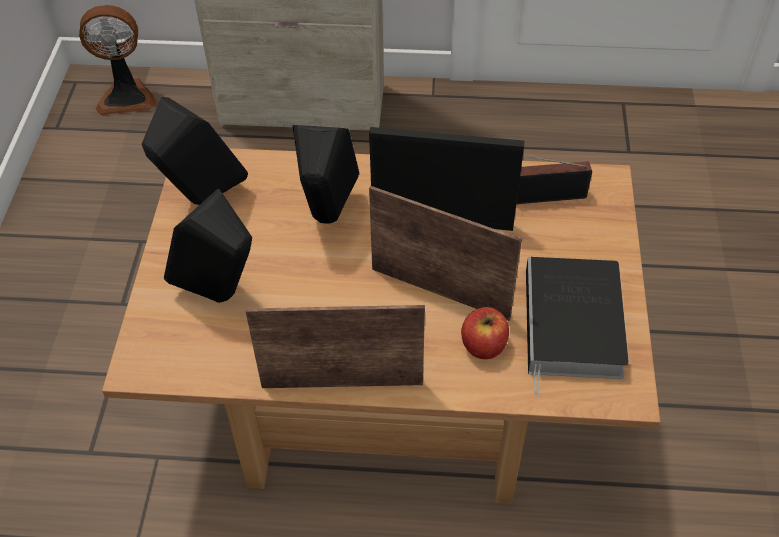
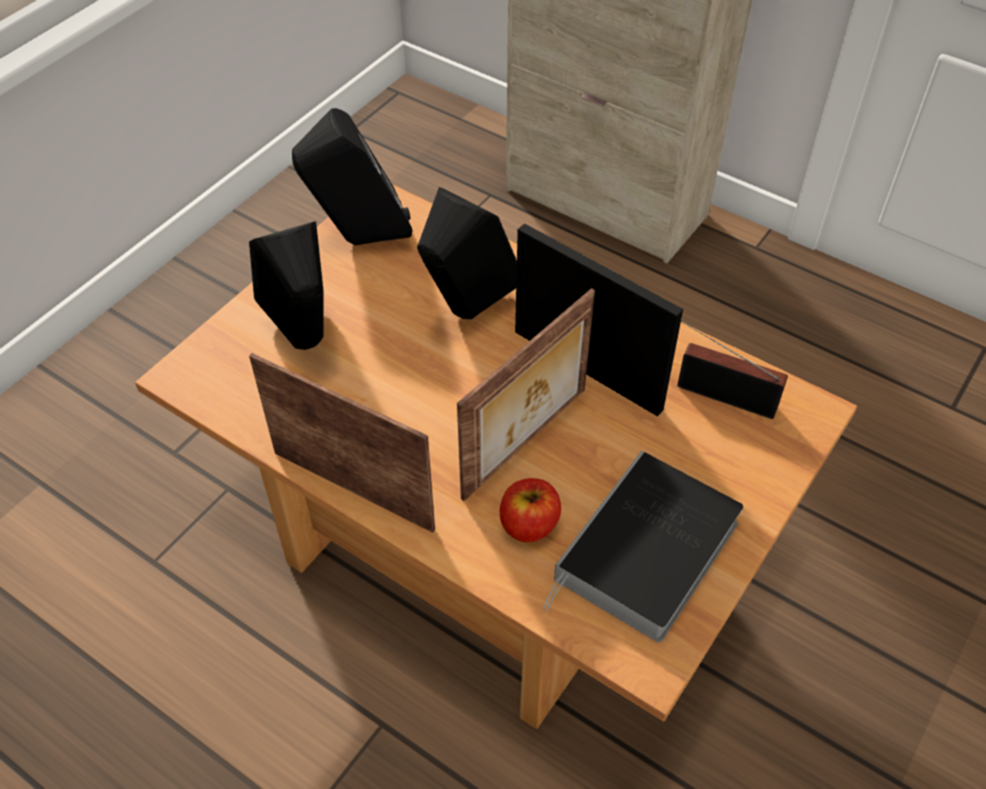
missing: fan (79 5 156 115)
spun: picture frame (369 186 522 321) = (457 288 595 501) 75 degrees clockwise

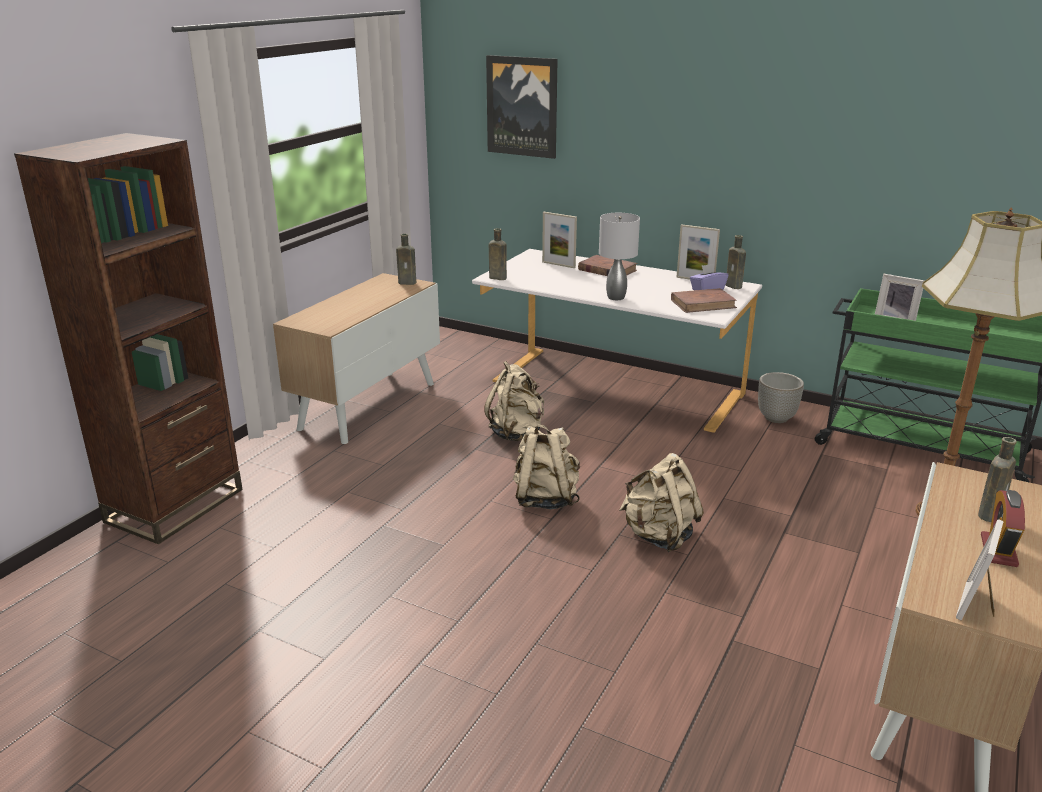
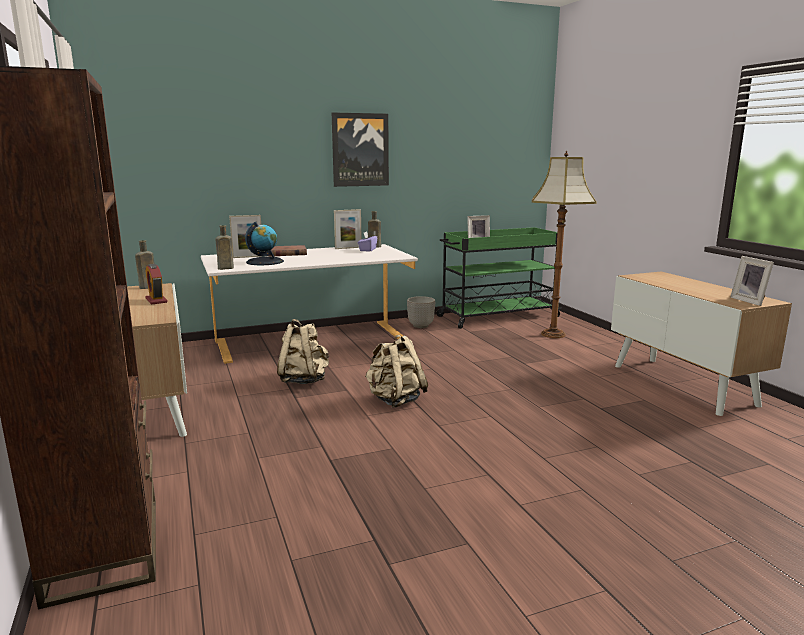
missing: grey table lamp (599 213 640 300); beige backpack (619 453 704 552); brown book (671 288 737 313); brown bottle (978 437 1017 522)
appeared: globe (245 222 284 265)
relocated: picture (486 55 558 159) to (332 112 389 187); alarm clock (981 490 1025 567) to (145 264 168 305)

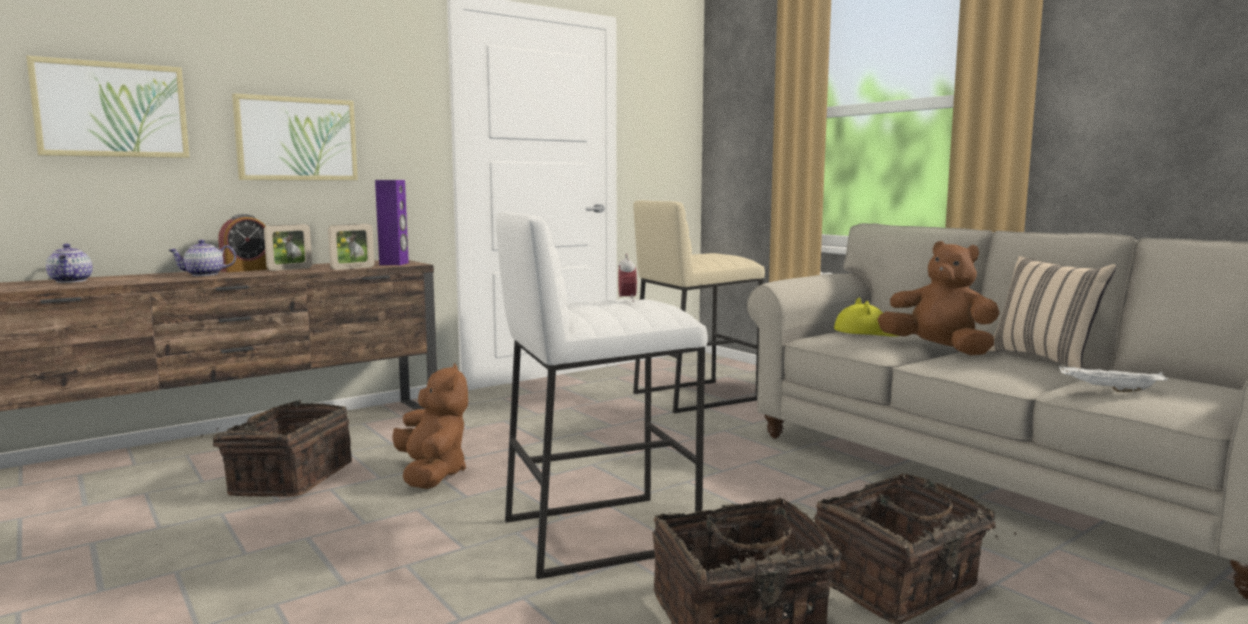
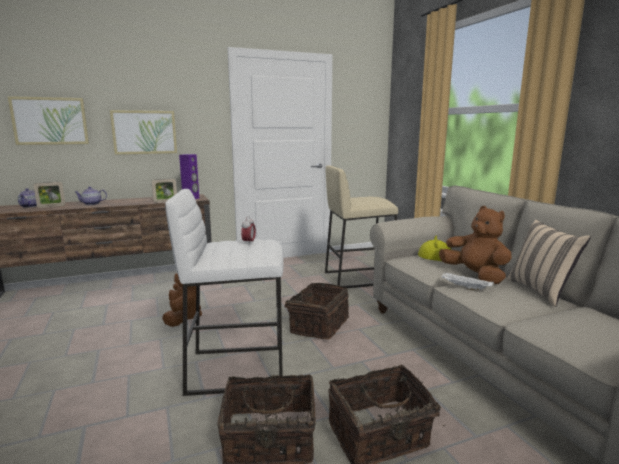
missing: alarm clock (218 214 267 272)
relocated: basket (201 400 352 497) to (285 283 349 340); picture frame (264 224 312 271) to (34 182 65 208); white tray (1059 365 1168 392) to (442 272 494 290)

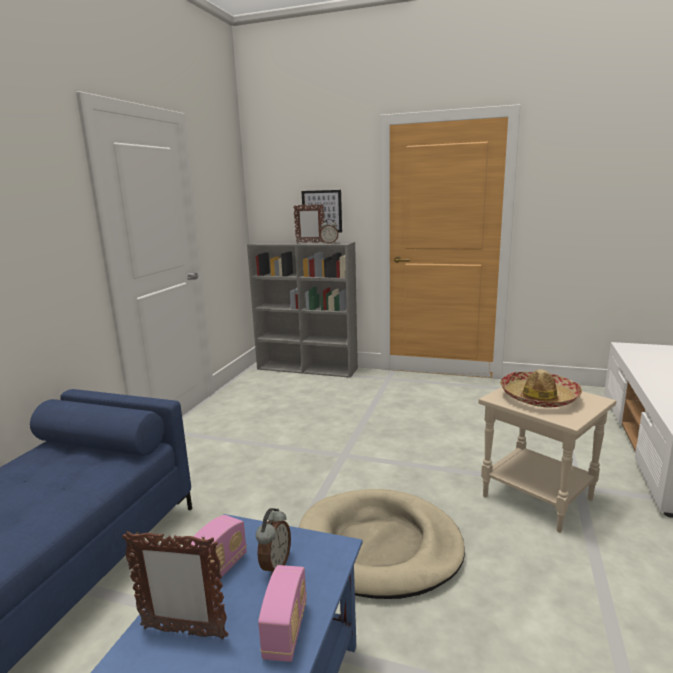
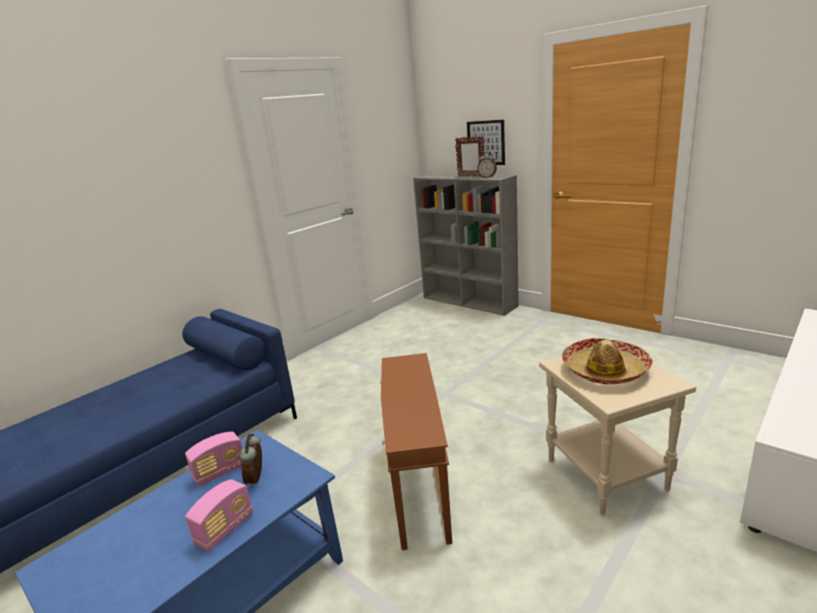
missing: picture frame (122 530 228 639)
exchanged: beige dog bed (299 489 465 599) to brown side table (380 353 452 550)
spun: alarm clock (256 508 291 576) = (239 434 262 488) 135 degrees clockwise

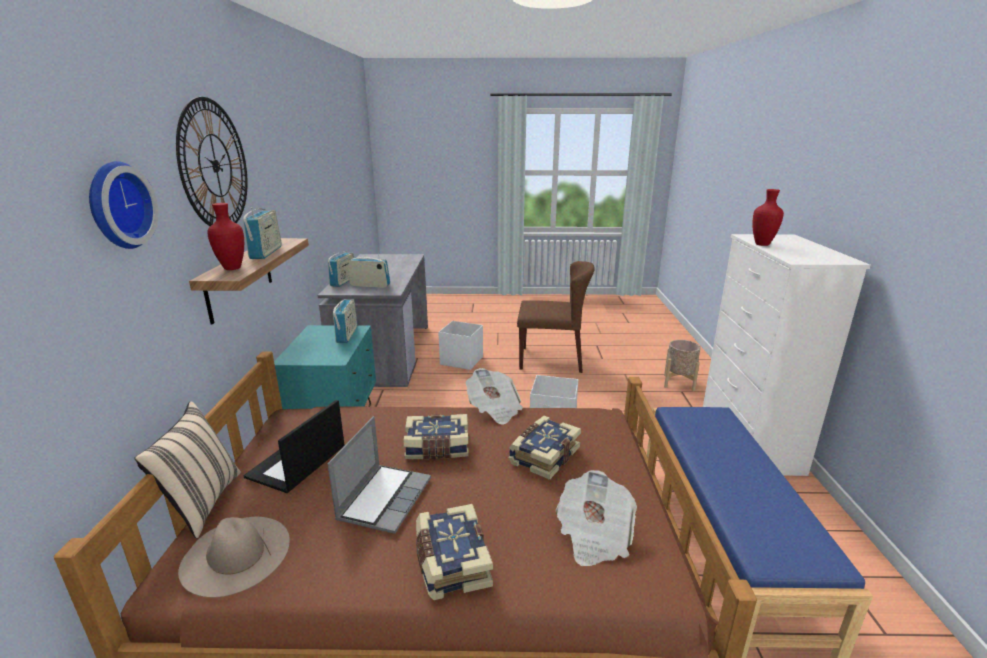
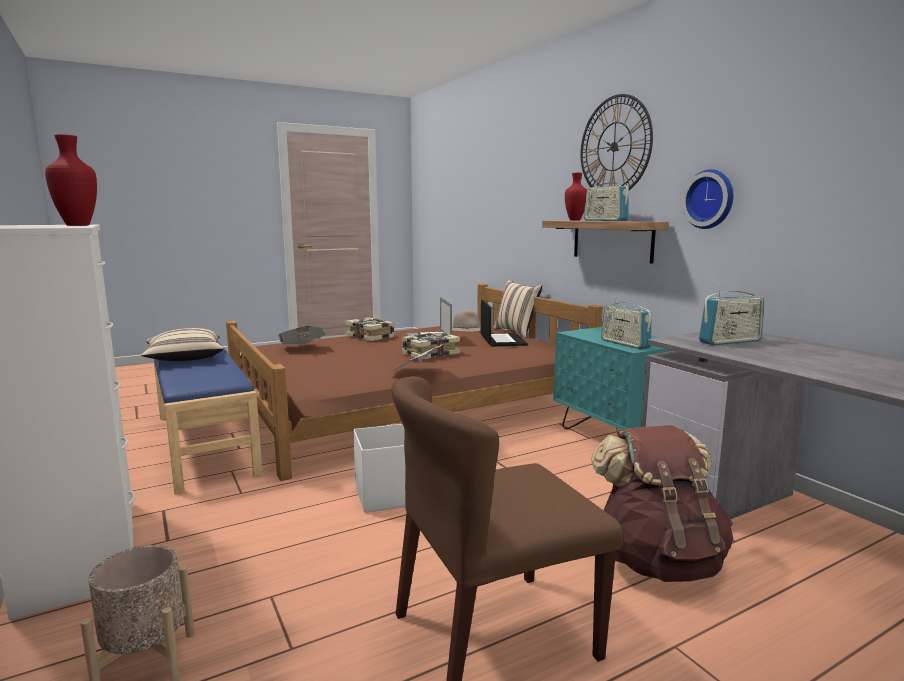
missing: radio (328 252 354 287); book (509 416 581 480)
appeared: beige pillow (141 328 223 361)
relocated: wall clock (89 161 158 249) to (682 169 734 229)
exchanged: white storage box (438 321 483 370) to brown backpack (591 425 733 582)

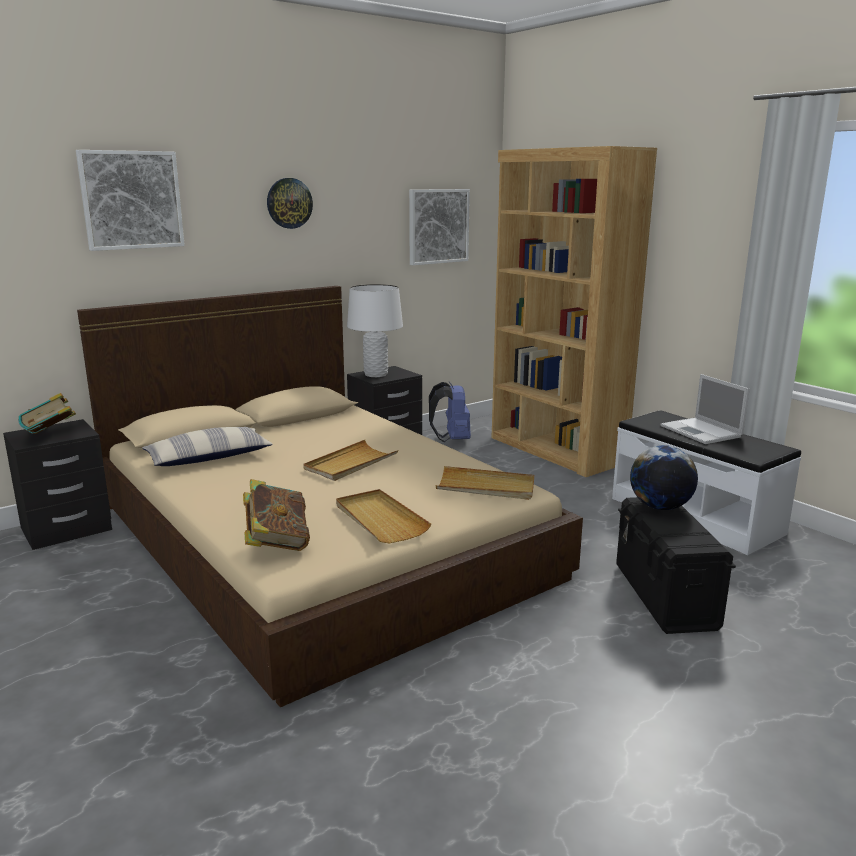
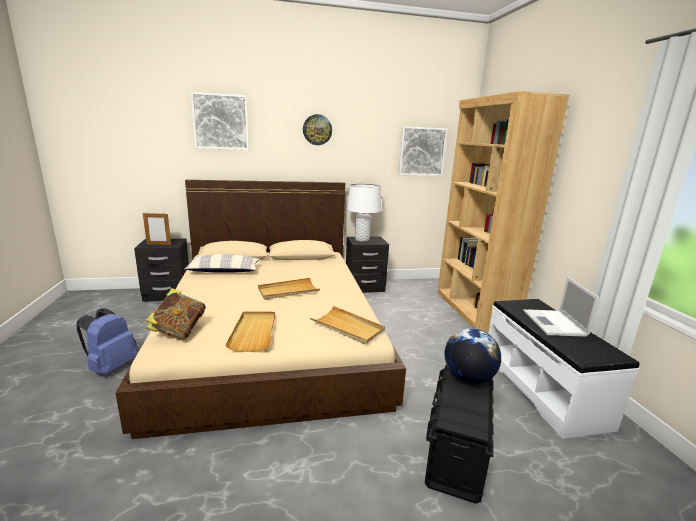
relocated: blue backpack (429 382 471 442) to (76 308 138 374)
exchanged: book (18 393 76 434) to picture frame (143 213 171 245)

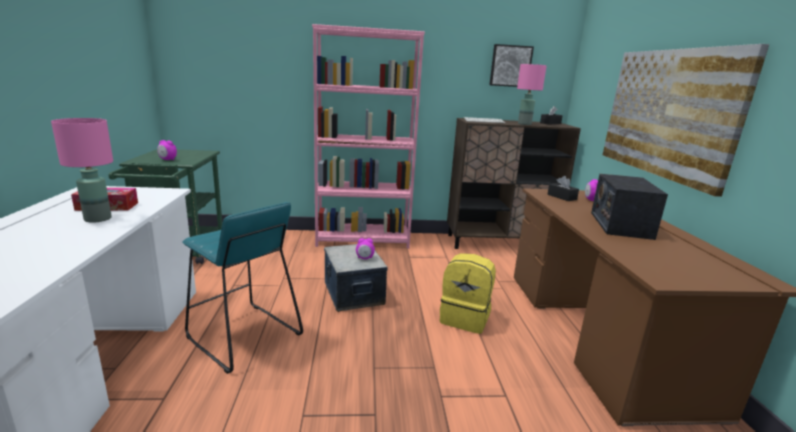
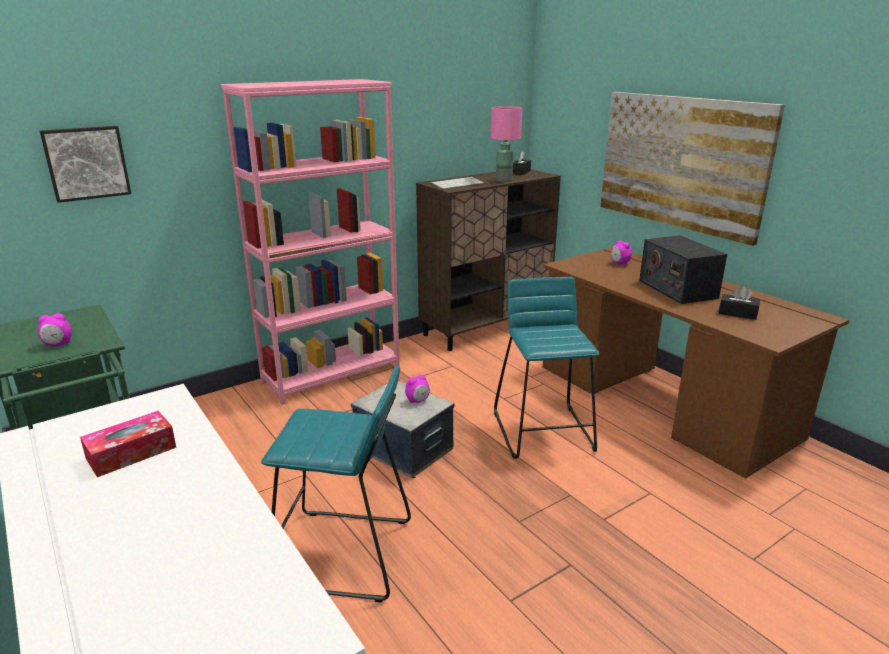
missing: pink table lamp (51 118 113 223)
relocated: picture (489 44 534 87) to (40 126 131 203); black tissue box (547 176 579 201) to (719 286 760 320)
exchanged: yellow backpack (439 253 496 334) to turquoise stool (494 277 600 459)

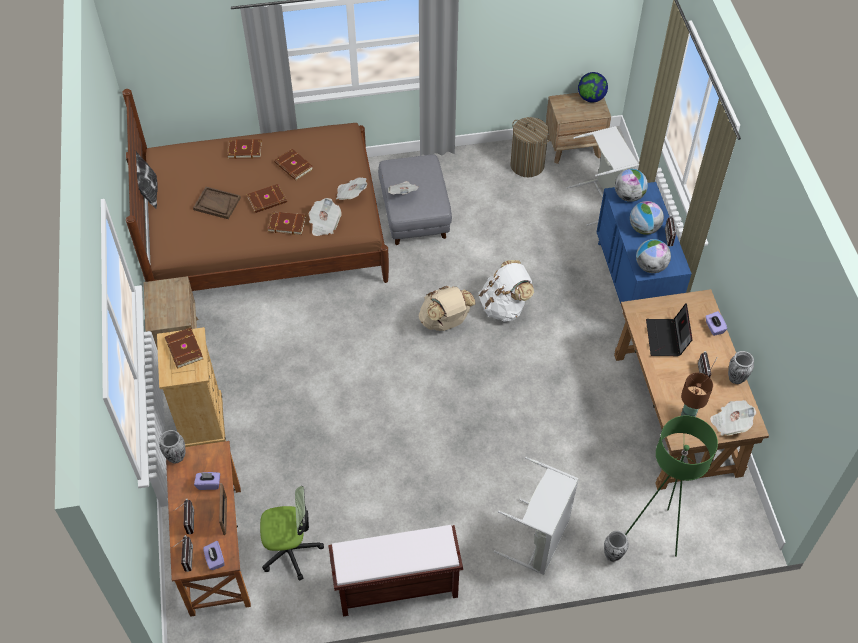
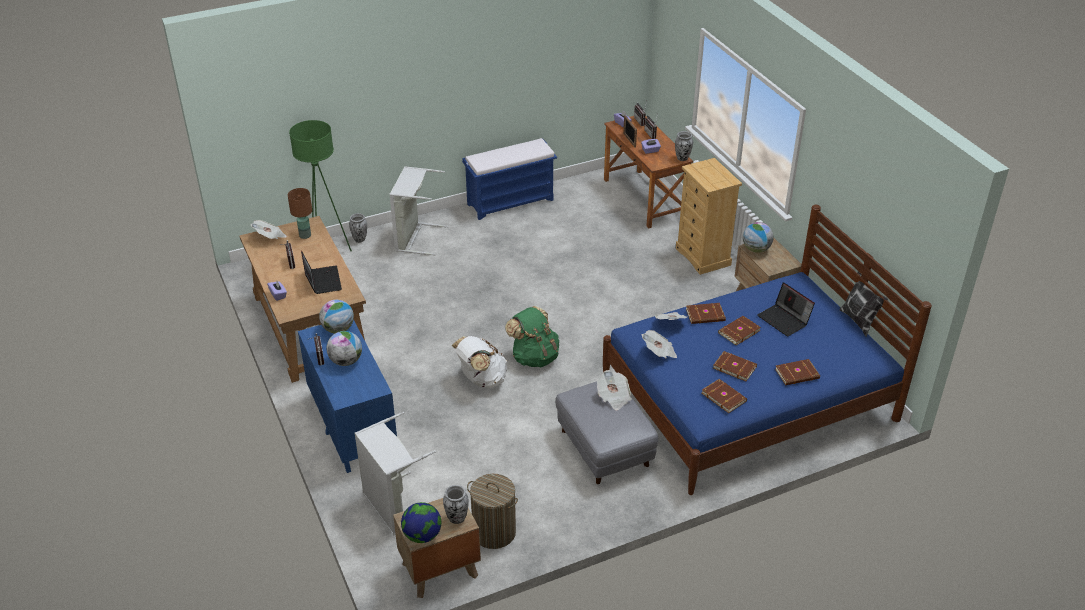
missing: office chair (260 486 324 581)
relocated: brown book (165 327 203 368) to (702 379 747 413); globe (615 169 648 202) to (743 222 774 253); vase (728 351 754 384) to (443 485 469 524)
exchanged: brown tray (193 187 241 219) to laptop (757 282 815 337)
colour: brown bed (122 89 389 291) to blue bed (603 205 932 495); brown bench (328 525 463 617) to blue bench (462 138 557 220); beige backpack (418 286 476 331) to green backpack (505 306 559 367)

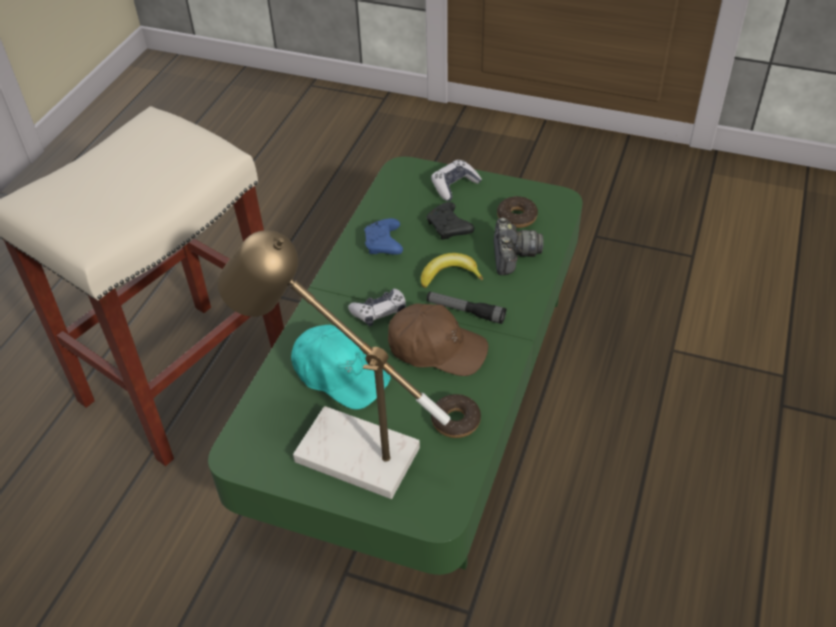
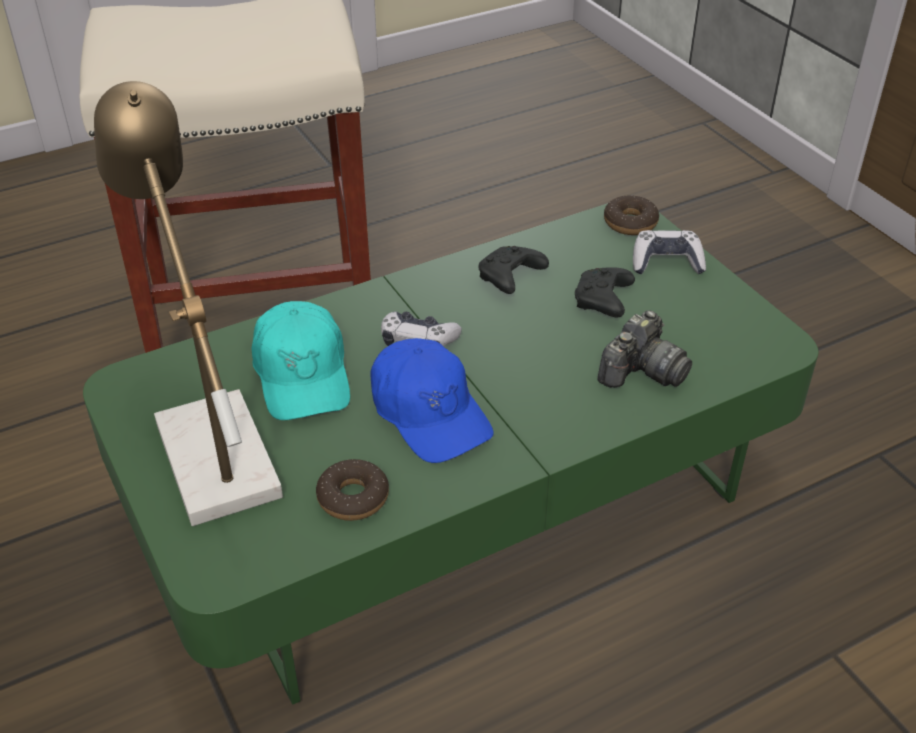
missing: banana (421 253 483 288); flashlight (426 292 506 324)
relocated: donut (497 196 538 228) to (604 195 659 235)
colour: blue game controller (364 218 403 255) to black game controller (479 246 549 294); brown cap (388 303 488 376) to blue cap (370 338 493 463)

